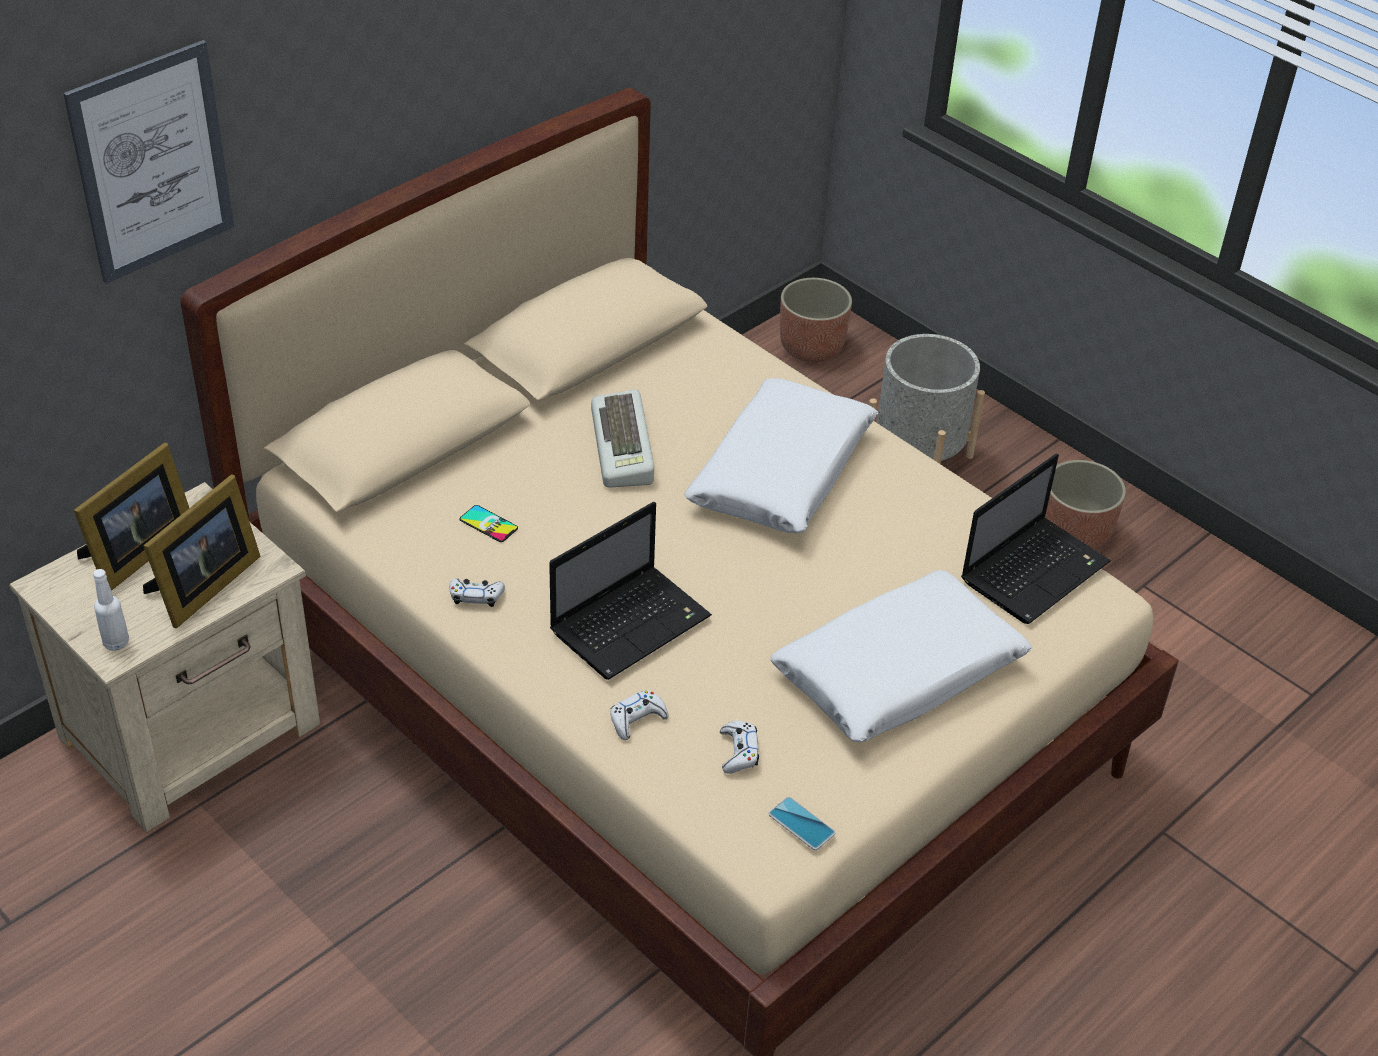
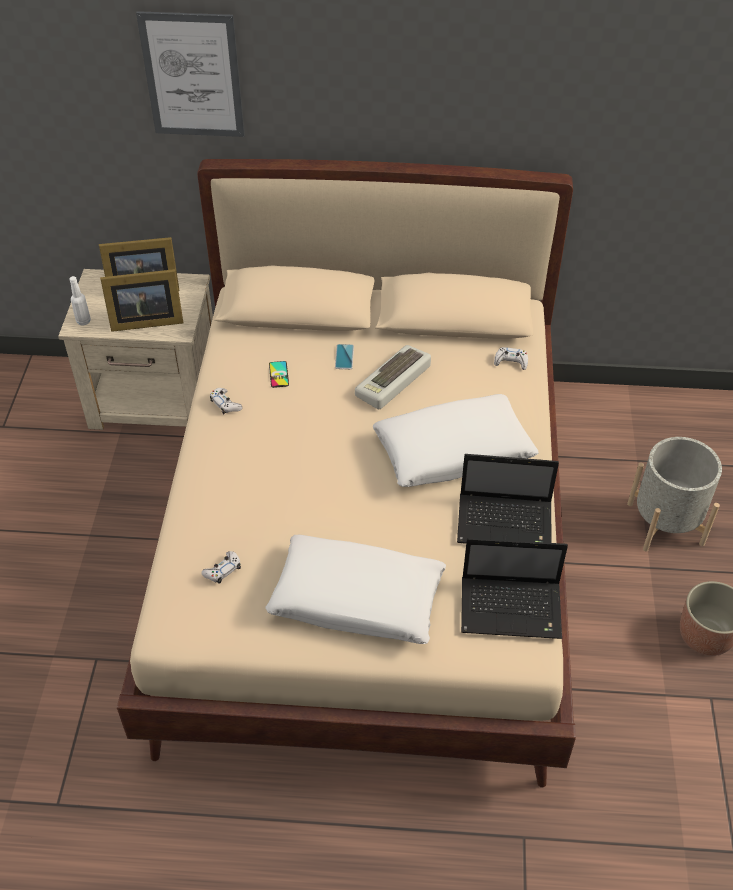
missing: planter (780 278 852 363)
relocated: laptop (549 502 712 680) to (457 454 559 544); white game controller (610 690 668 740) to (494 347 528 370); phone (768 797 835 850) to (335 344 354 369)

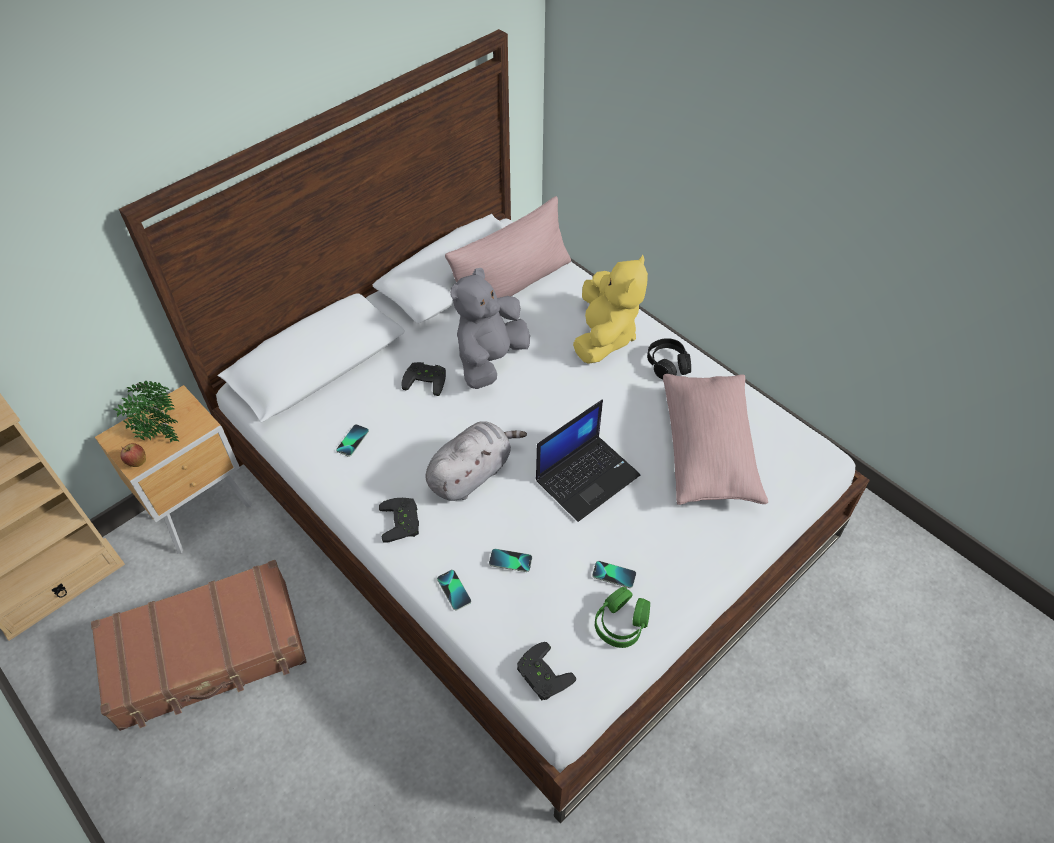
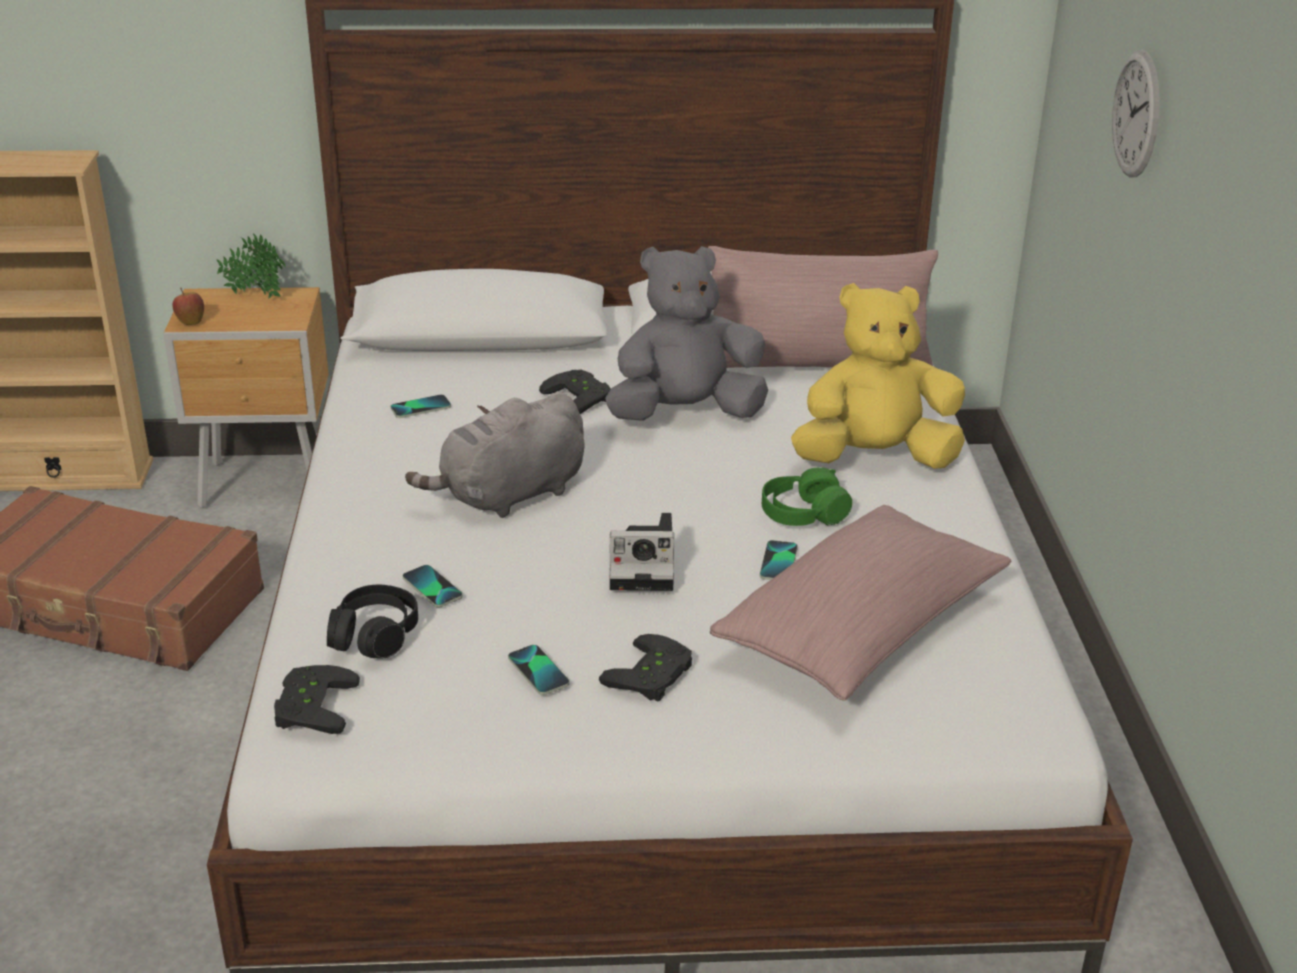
missing: potted plant (122 406 179 443)
appeared: wall clock (1112 50 1160 178)
relocated: black game controller (379 498 419 543) to (599 634 692 702); phone (437 570 471 611) to (760 540 798 580); green headphones (595 587 650 648) to (762 467 852 526); black headphones (647 338 691 379) to (327 585 418 659)
exchanged: laptop (536 400 640 522) to photo camera (609 513 674 591)
spun: grey plush toy (425 421 527 501) = (405 392 584 518) 150 degrees clockwise; yellow plush toy (573 254 648 364) = (791 283 965 469) 150 degrees counterclockwise

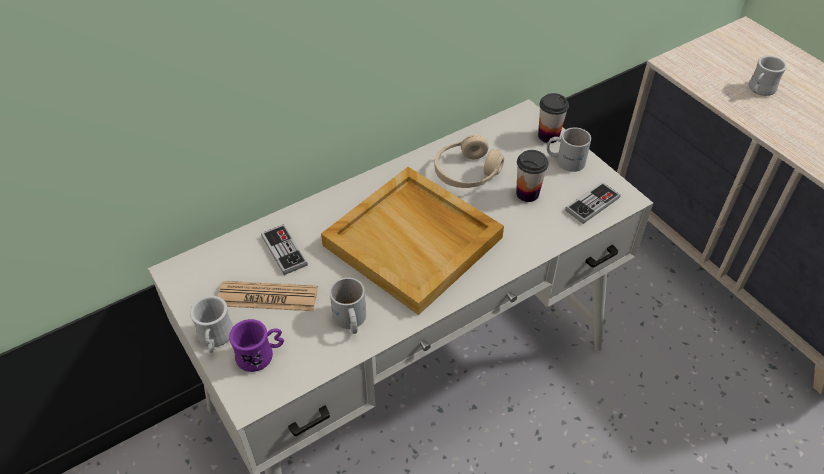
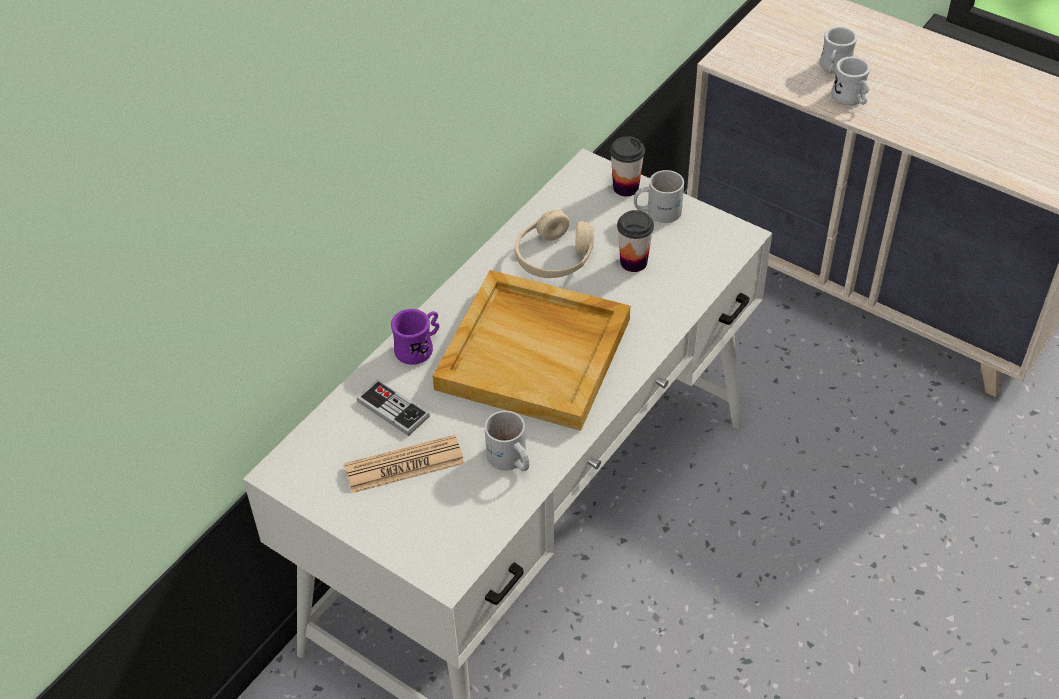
missing: game controller (565 182 620 224)
relocated: white mug (190 296 234 353) to (831 57 870 106); purple mug (229 319 284 372) to (391 309 440 365)

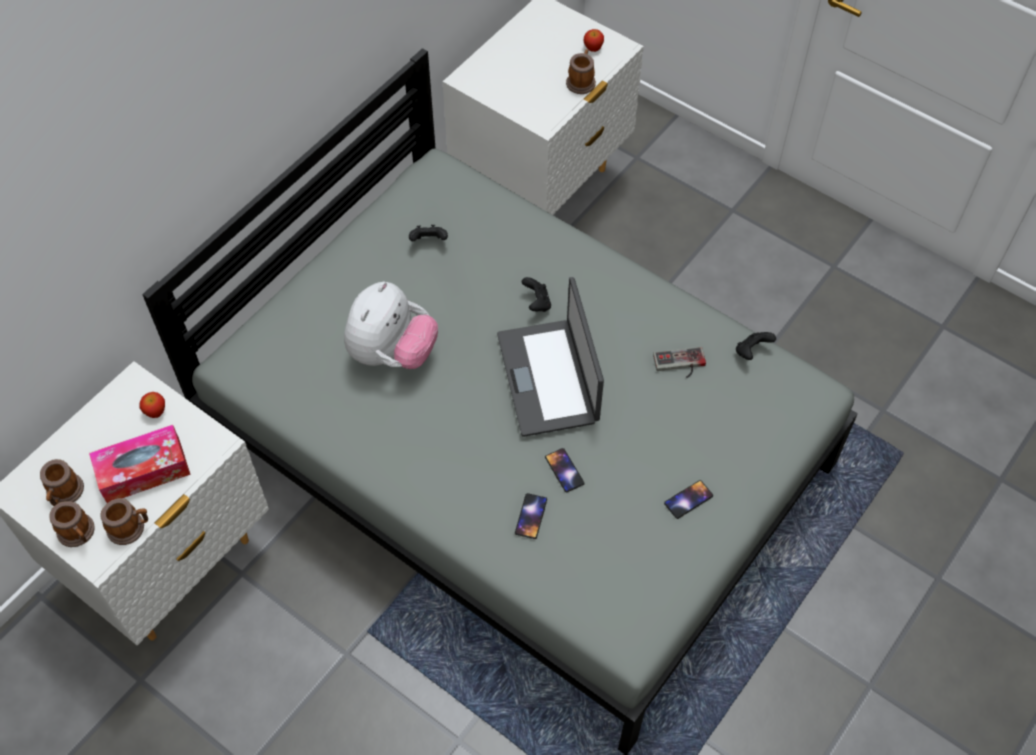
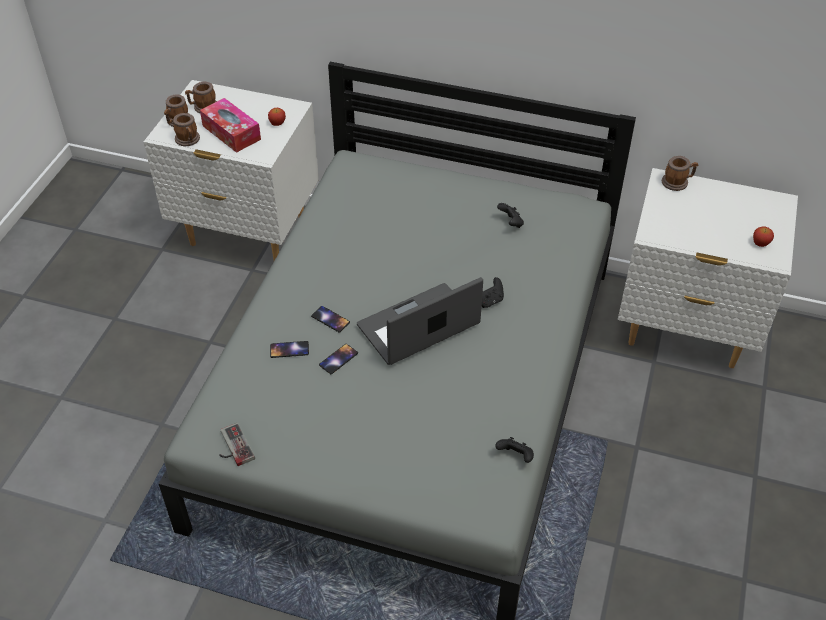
missing: plush toy (344 281 438 369)
relocated: mug (566 49 596 94) to (662 156 699 191); game controller (653 347 706 378) to (219 423 255 466); phone (664 480 713 519) to (311 306 350 332)

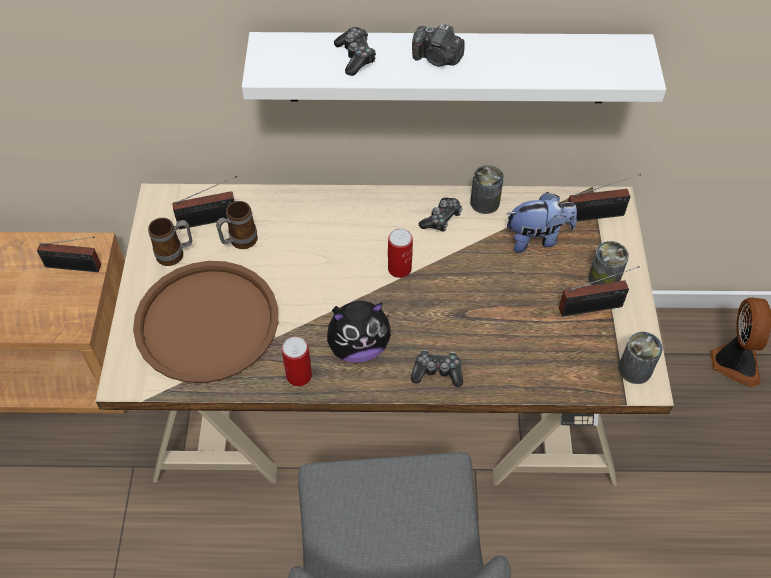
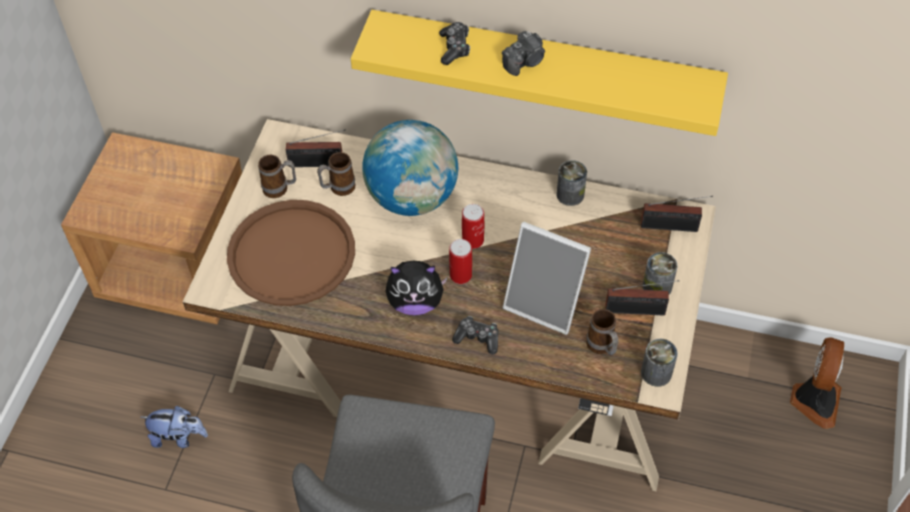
missing: radio (37 237 101 272); game controller (419 198 462 232)
appeared: globe (362 120 458 216); picture frame (503 222 591 335); mug (586 309 619 355)
relocated: can (282 336 312 387) to (449 239 472 284); plush toy (507 192 577 253) to (141 406 208 448)
colour: white shelf (242 32 666 103) to yellow shelf (351 10 728 136)
spun: photo camera (412 24 465 67) = (502 31 545 76) 75 degrees counterclockwise

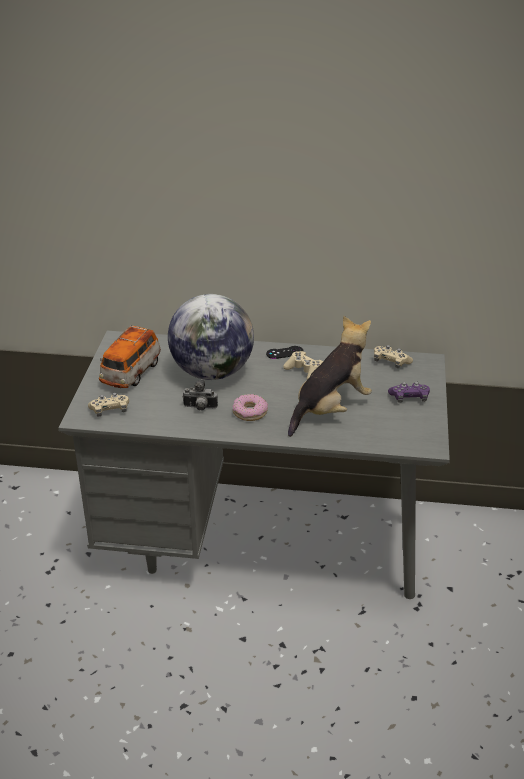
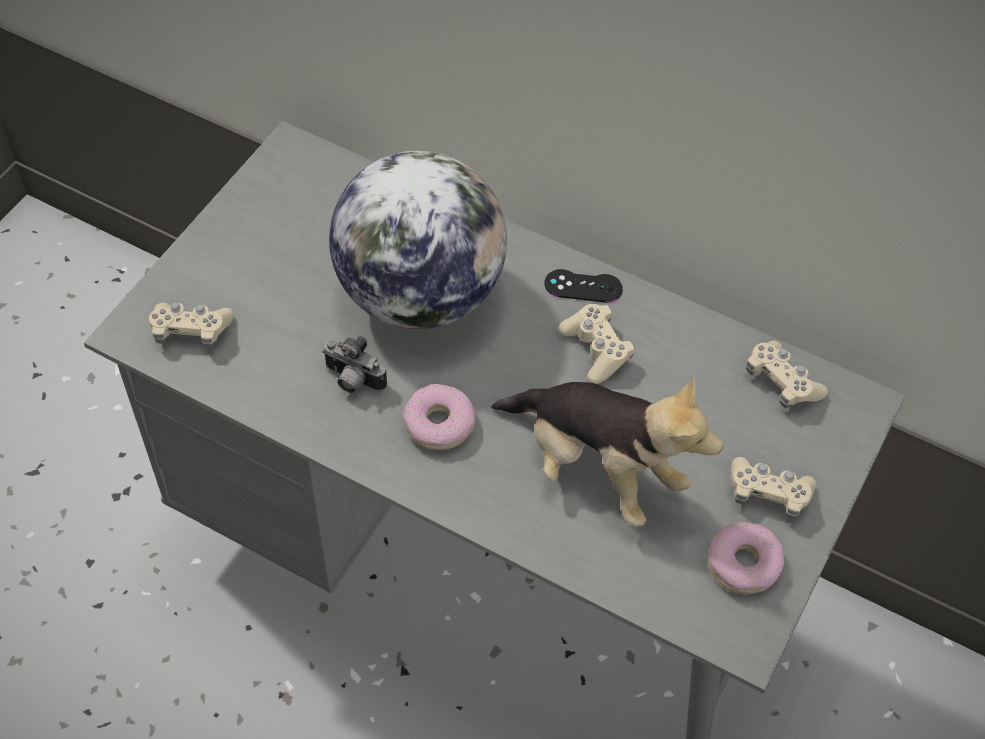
missing: toy car (99 325 161 388)
appeared: donut (708 522 785 594)
colour: purple game controller (388 382 430 403) to beige game controller (731 457 816 519)
spun: plush toy (288 316 372 437) = (491 377 723 527) 60 degrees clockwise

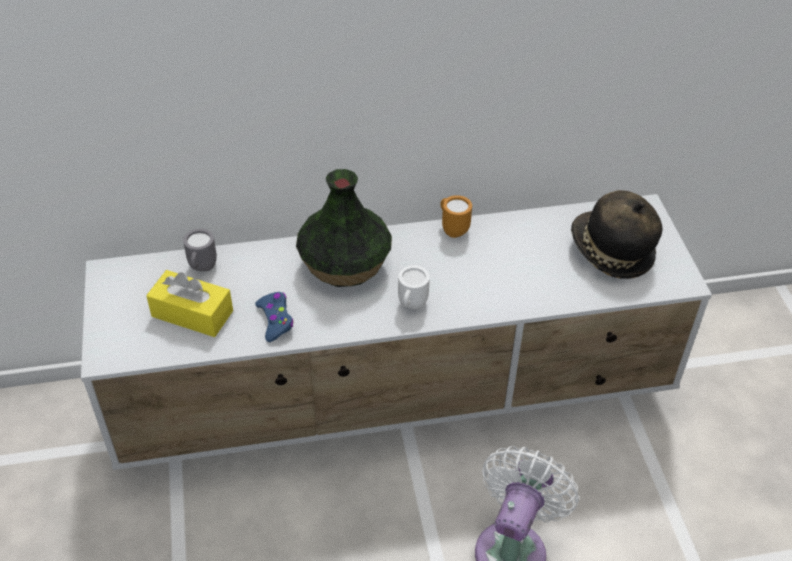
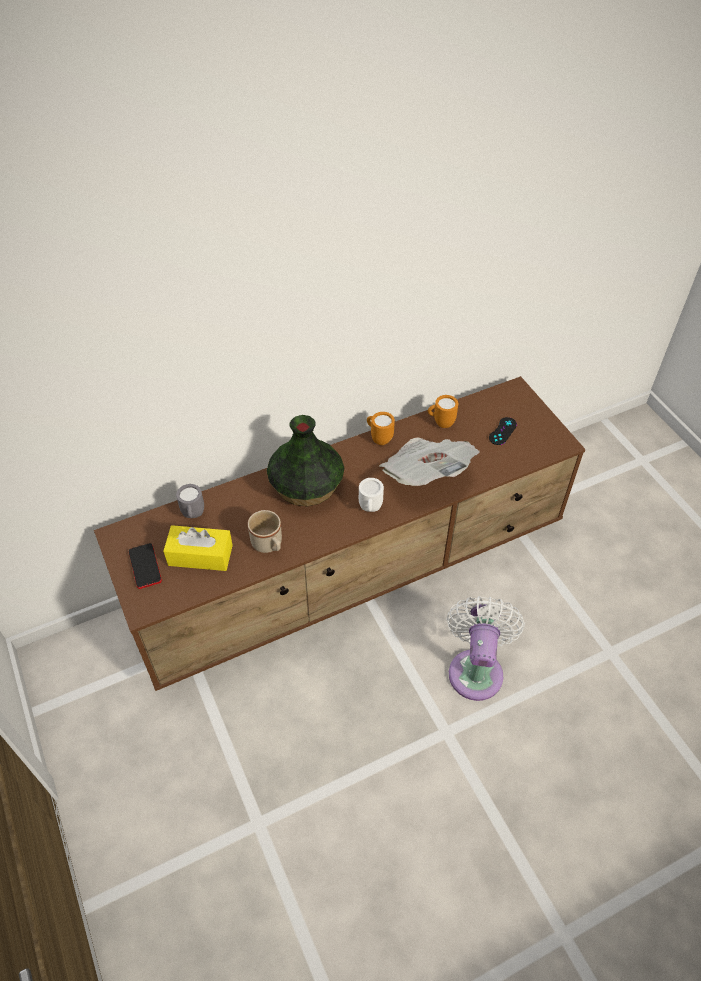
appeared: phone (129 543 162 589); newspaper (379 437 480 486); orange mug (428 395 458 428)
exchanged: blue game controller (255 292 293 342) to beige mug (248 510 282 553); hat (571 190 662 279) to black game controller (489 417 517 445)
colour: white tv stand (81 194 712 470) to brown tv stand (94 376 586 691)

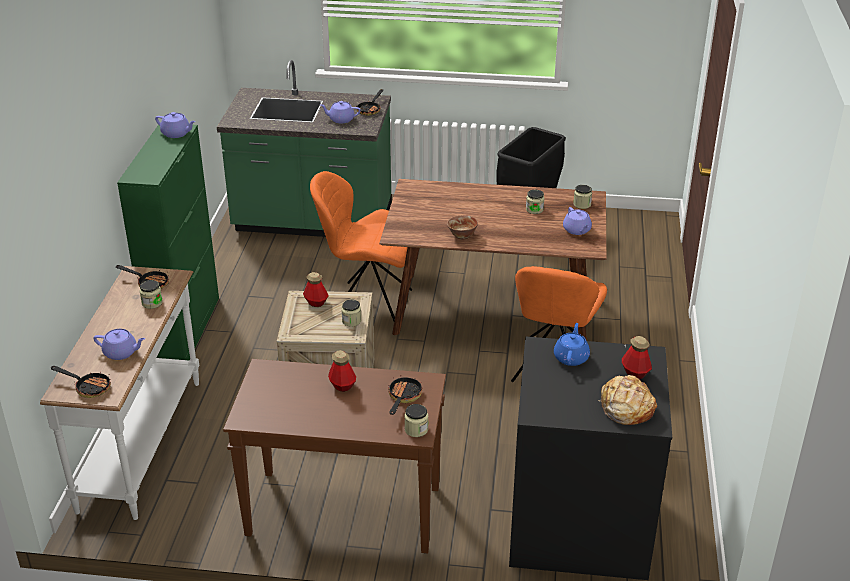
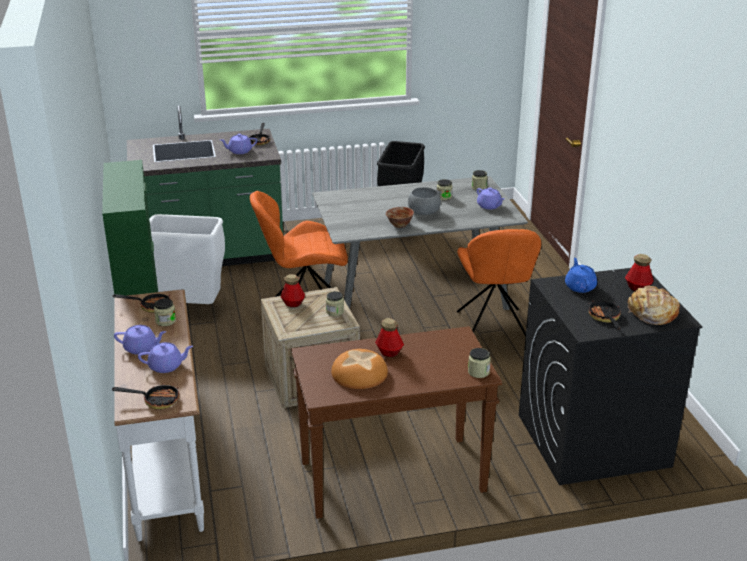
appeared: white trash can (149 214 225 304); bread (331 349 388 389); grey bowl (408 187 441 215)
relocated: purple teapot (155 112 196 138) to (114 325 166 355); frying pan (388 375 423 415) to (588 302 622 330)
colour: brown dining table (379 179 607 341) to grey dining table (312 176 528 310)

